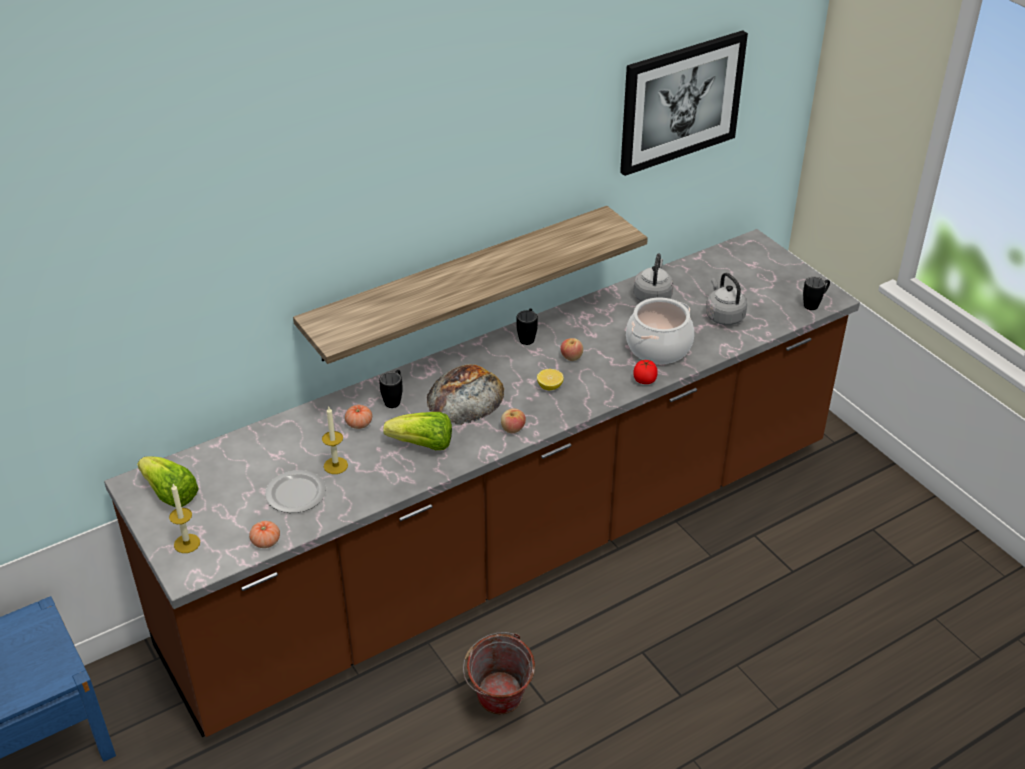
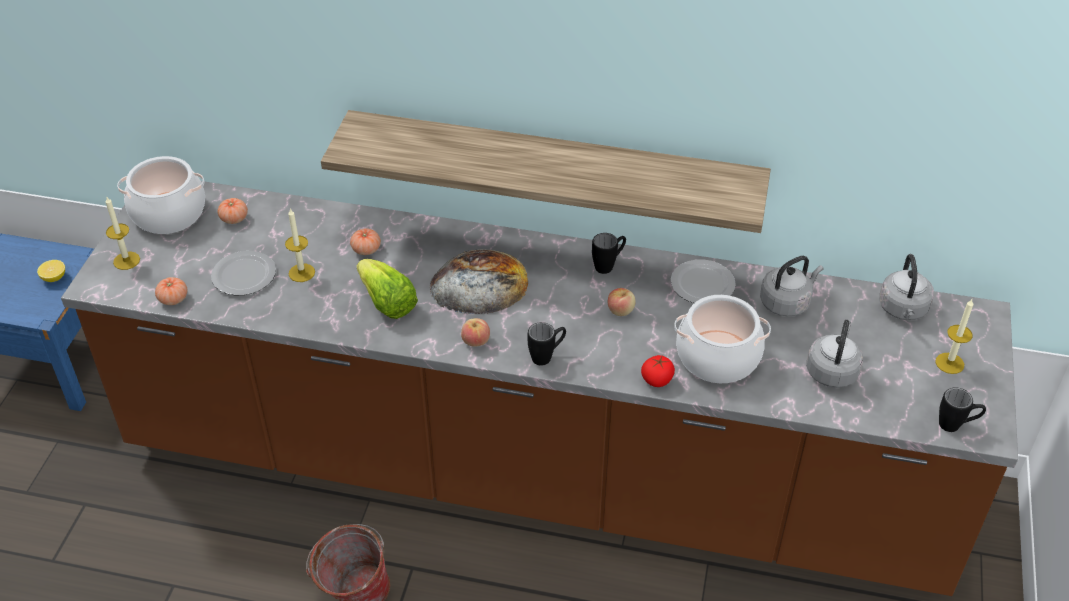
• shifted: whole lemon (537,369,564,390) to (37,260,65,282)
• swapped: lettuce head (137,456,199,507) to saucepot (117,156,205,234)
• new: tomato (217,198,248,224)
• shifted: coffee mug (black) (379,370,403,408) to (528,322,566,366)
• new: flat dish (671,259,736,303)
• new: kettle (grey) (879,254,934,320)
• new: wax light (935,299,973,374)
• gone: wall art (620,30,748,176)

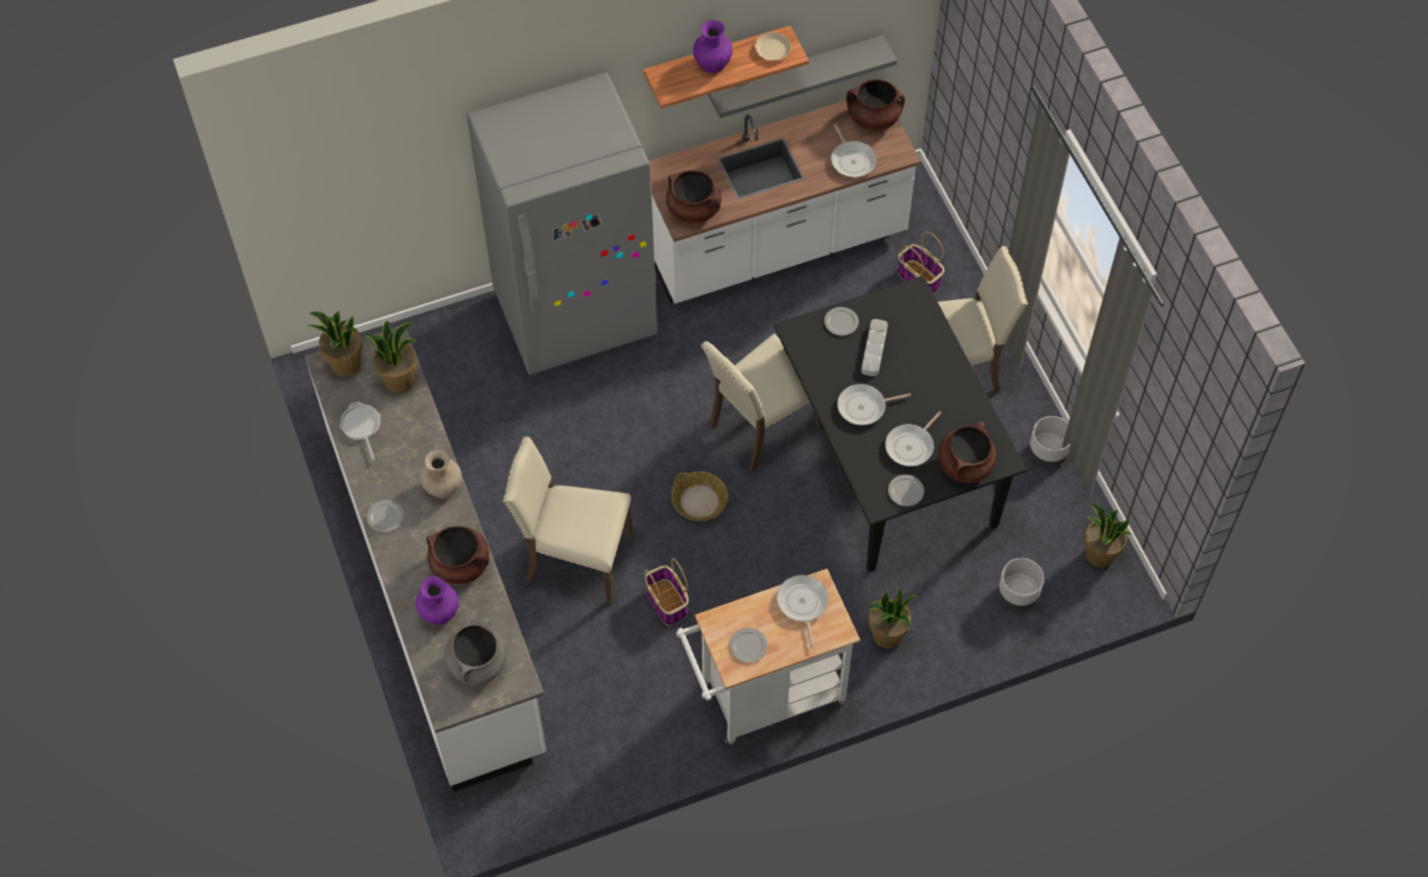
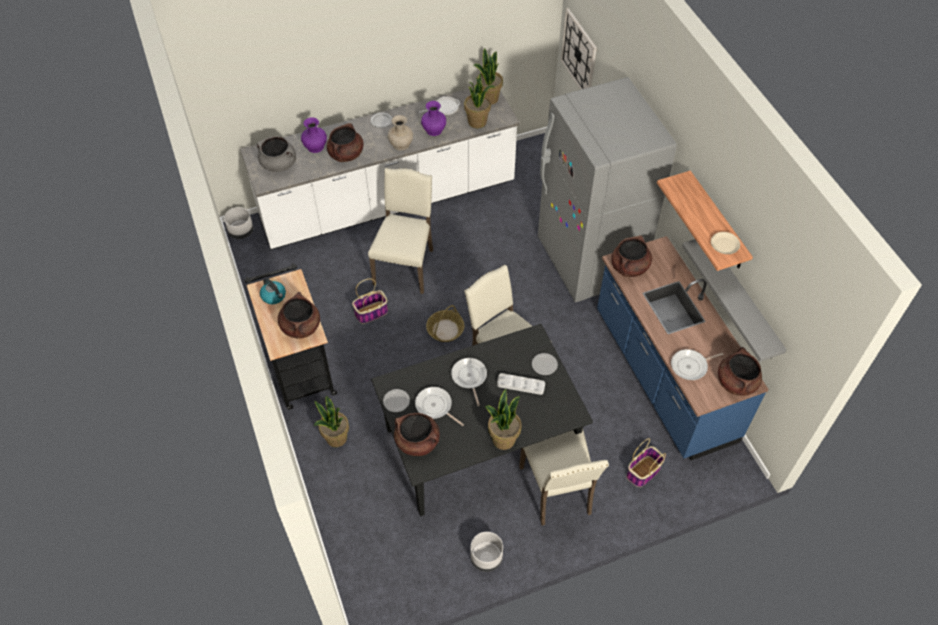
• shifted: planter (grey) (998,558,1044,610) to (224,207,254,239)
• repainted: wheeled cart (white-coloured) (676,569,860,744) to wheeled cart (black) (245,263,337,410)
• swapped: flat dish (729,628,768,663) to kettle (260,278,286,304)
• swapped: pan (777,575,828,649) to saucepot (brown-coloured) (278,292,320,339)
• shifted: decorative vase (purple) (693,20,733,73) to (421,101,446,136)
• shifted: houseplant (1084,504,1132,568) to (485,389,522,450)
• new: clock on the wall (561,8,597,90)
• repainted: counter (white-coloured) (649,100,921,304) to counter (blue) (597,236,769,461)

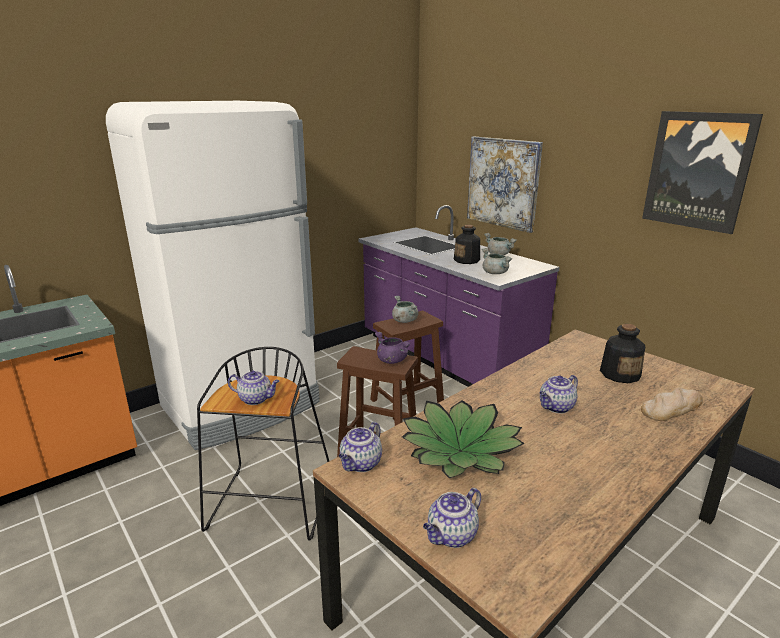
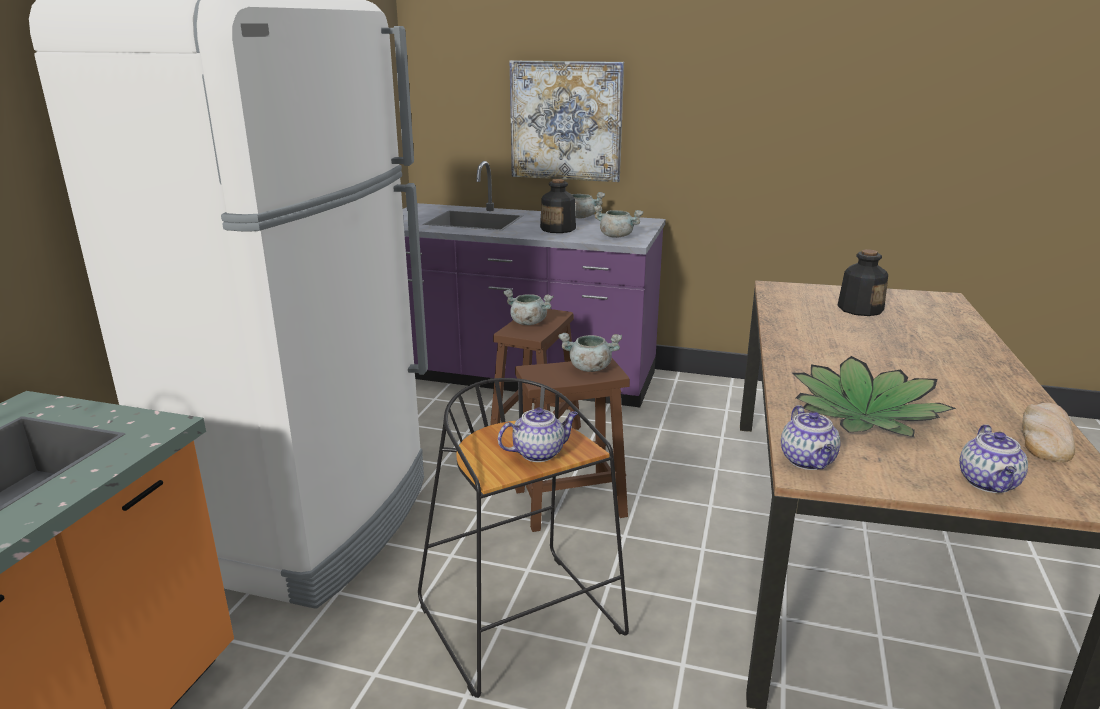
• repainted: saucepot (purple) (375,332,411,364) to saucepot (grey) (558,333,622,372)
• shifted: bread (641,387,703,421) to (1022,403,1075,462)
• gone: pot for tea (540,375,578,413)
• gone: wall art (642,111,763,234)

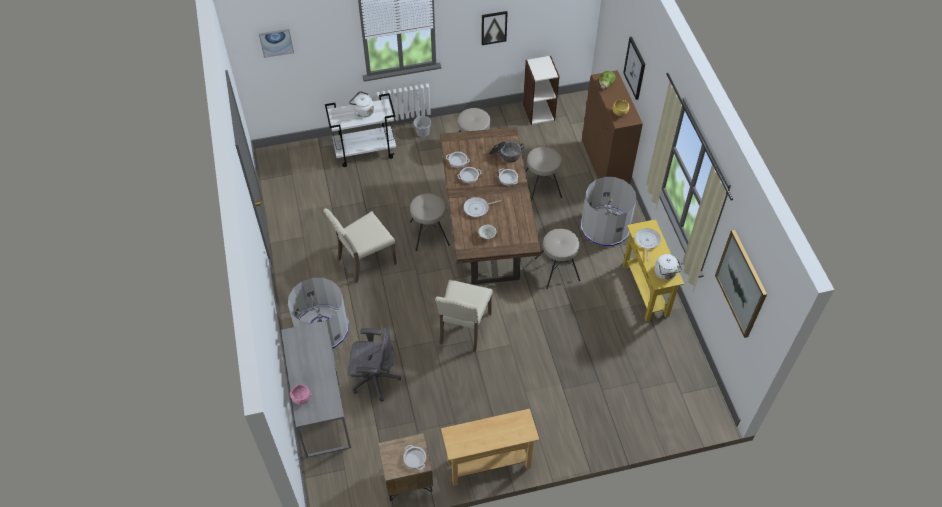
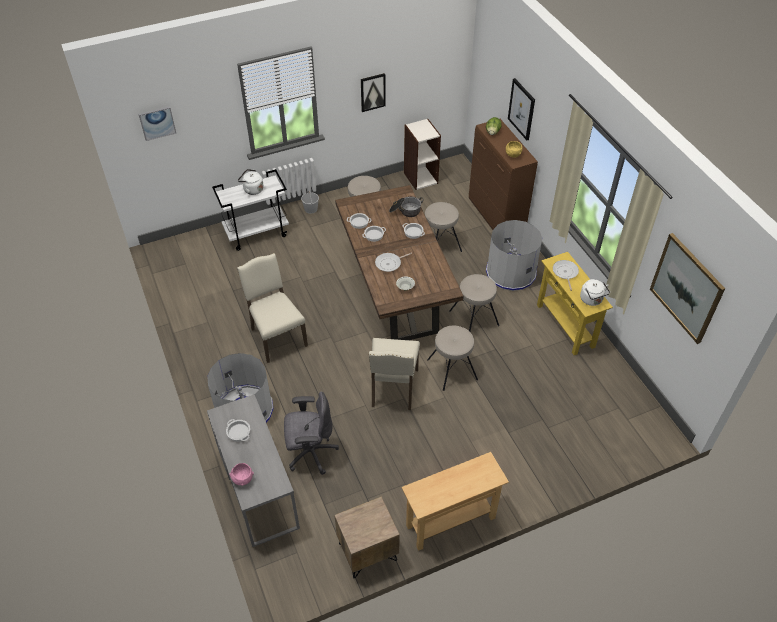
• shifted: saucepot (403,445,426,470) to (226,419,250,442)
• rotated: chair (beige) (323,208,397,283) = (237,253,308,363) 105 degrees clockwise
• shifted: stool (beige) (410,193,450,251) to (427,326,478,391)

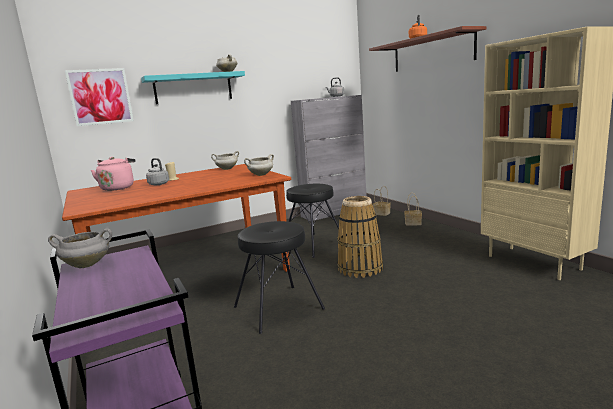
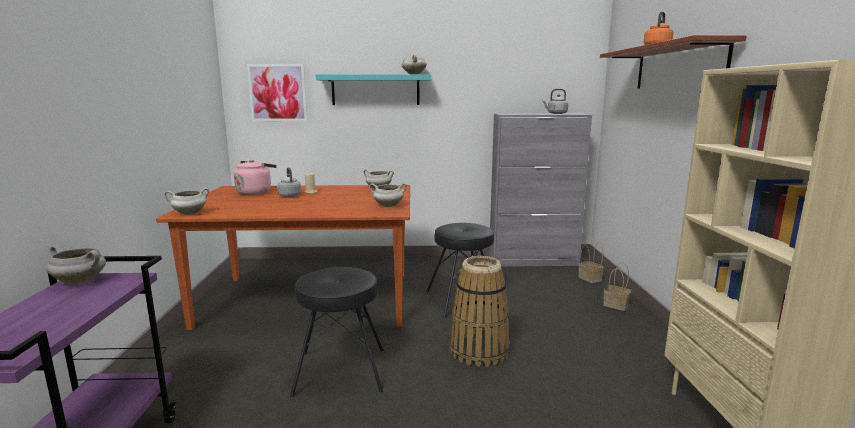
• new: saucepot (white-coloured) (164,188,209,215)

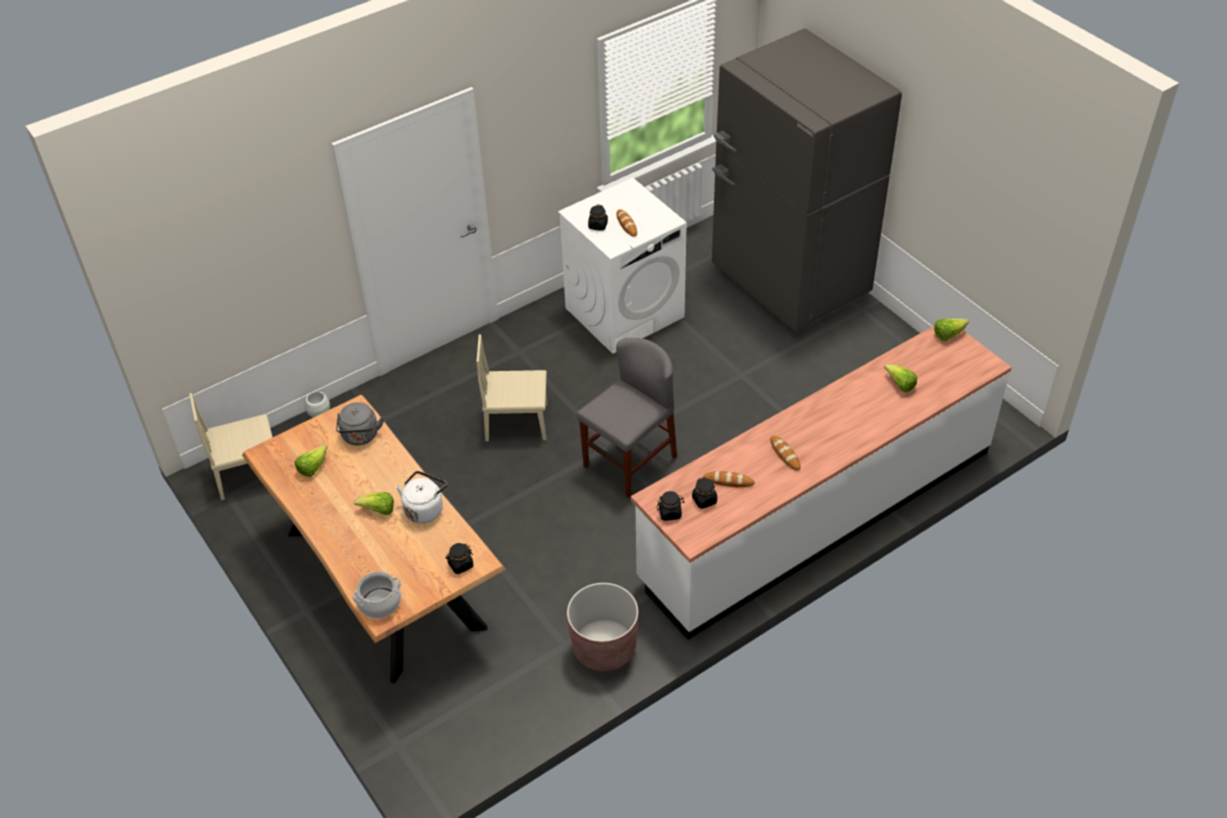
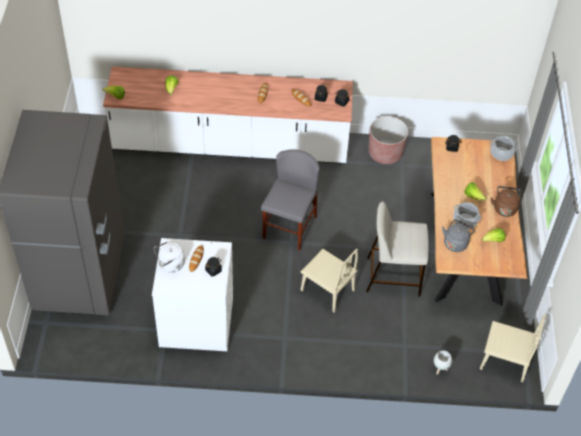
• shifted: kettle (white-coloured) (396,471,447,524) to (153,242,185,273)
• rotated: chair (grey) (577,338,677,498) = (261,149,320,250) 120 degrees clockwise
• new: stool (beige) (366,201,429,296)
• new: saucepot (453,202,481,229)
• new: kettle (brown-coloured) (491,186,521,217)

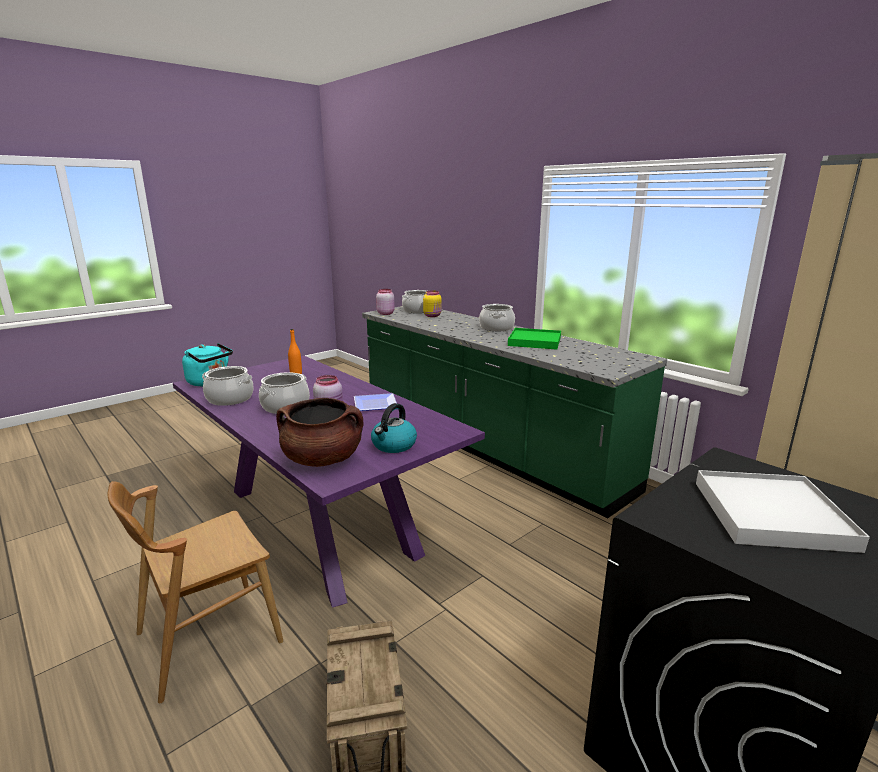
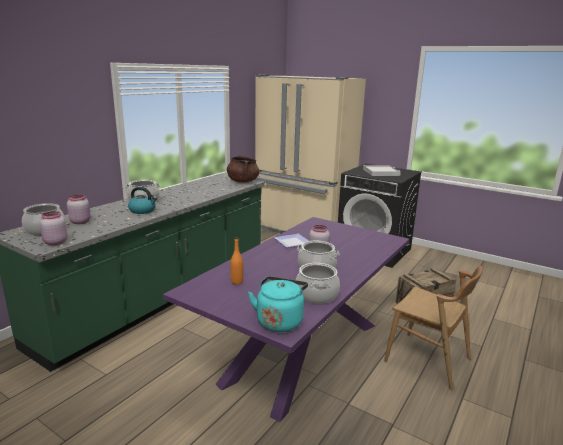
• repainted: storage jar (yellow-coloured) (423,291,441,317) to storage jar (pink-coloured) (67,194,91,224)
• shifted: kettle (371,403,417,453) to (128,187,157,214)
• shifted: saucepot (brown-coloured) (276,398,363,467) to (227,155,259,183)
• gone: tray (green) (508,328,561,349)

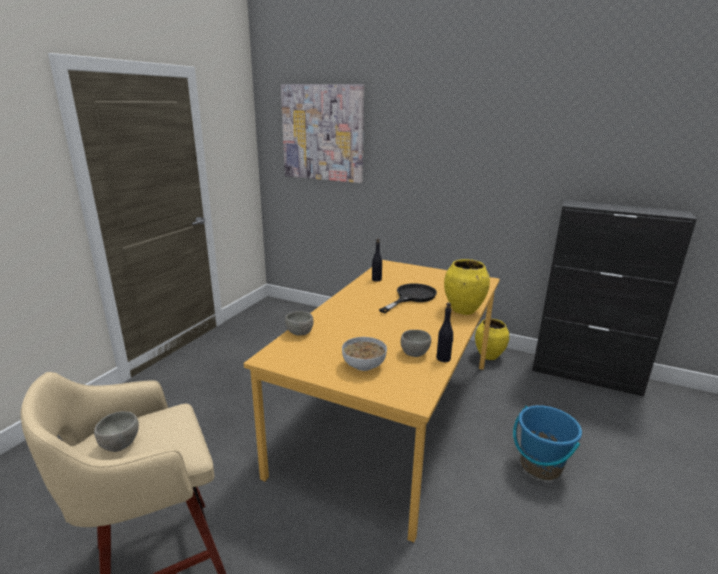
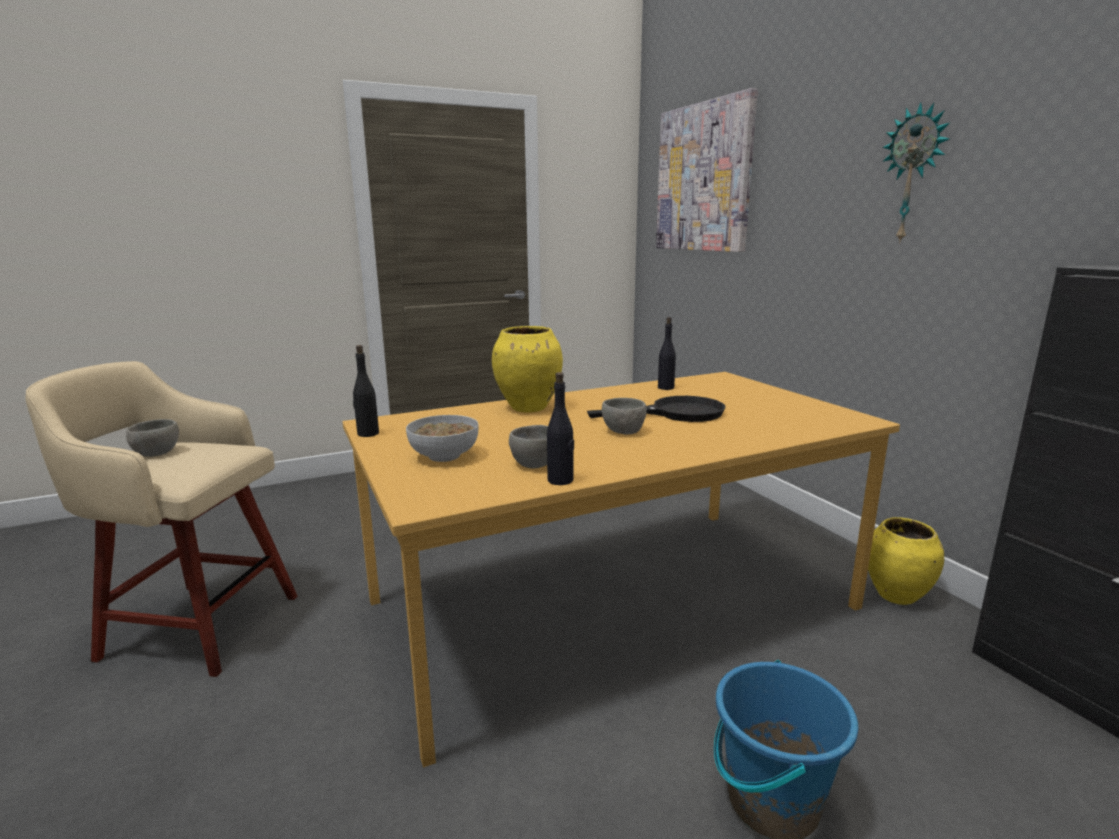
• new: bottle (black) (353,345,379,437)
• shifted: decorative vase (yellow-coloured) (444,259,490,315) to (492,326,563,413)
• shifted: deep dish (grey) (285,311,314,336) to (602,398,647,434)
• new: clock on the wall (882,102,950,243)

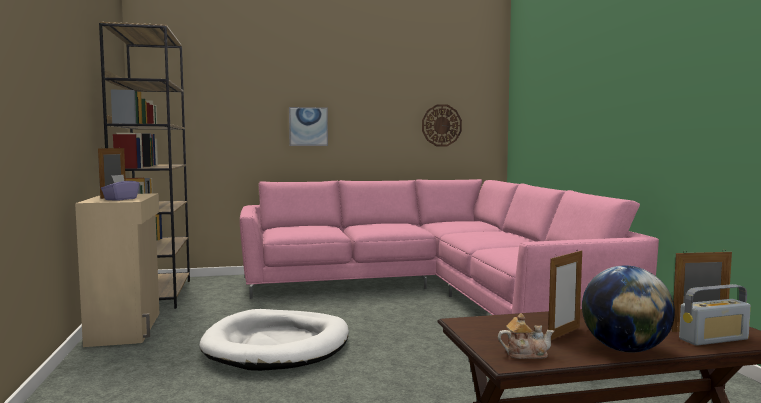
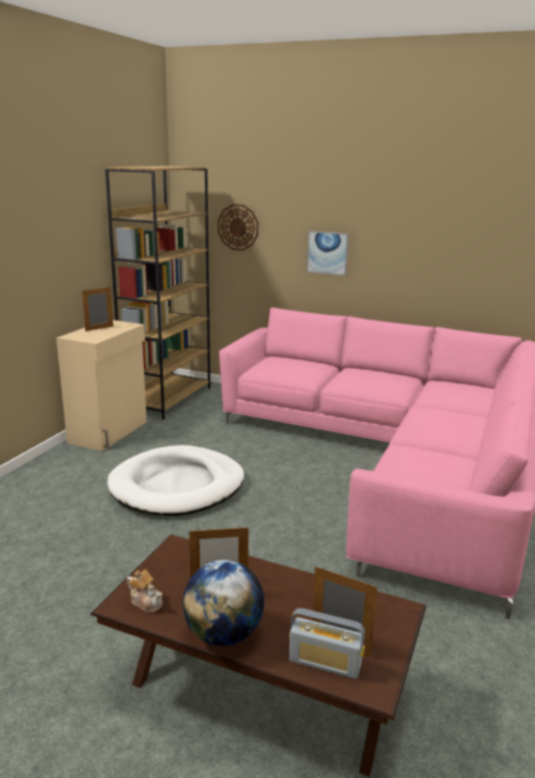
• shifted: clock on the wall (422,104,462,146) to (218,204,259,251)
• gone: tissue box (purple) (101,175,139,201)

